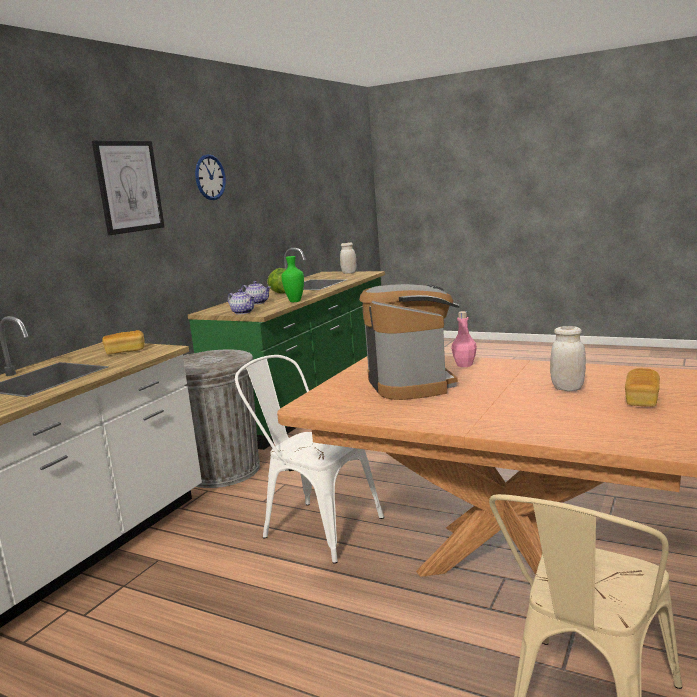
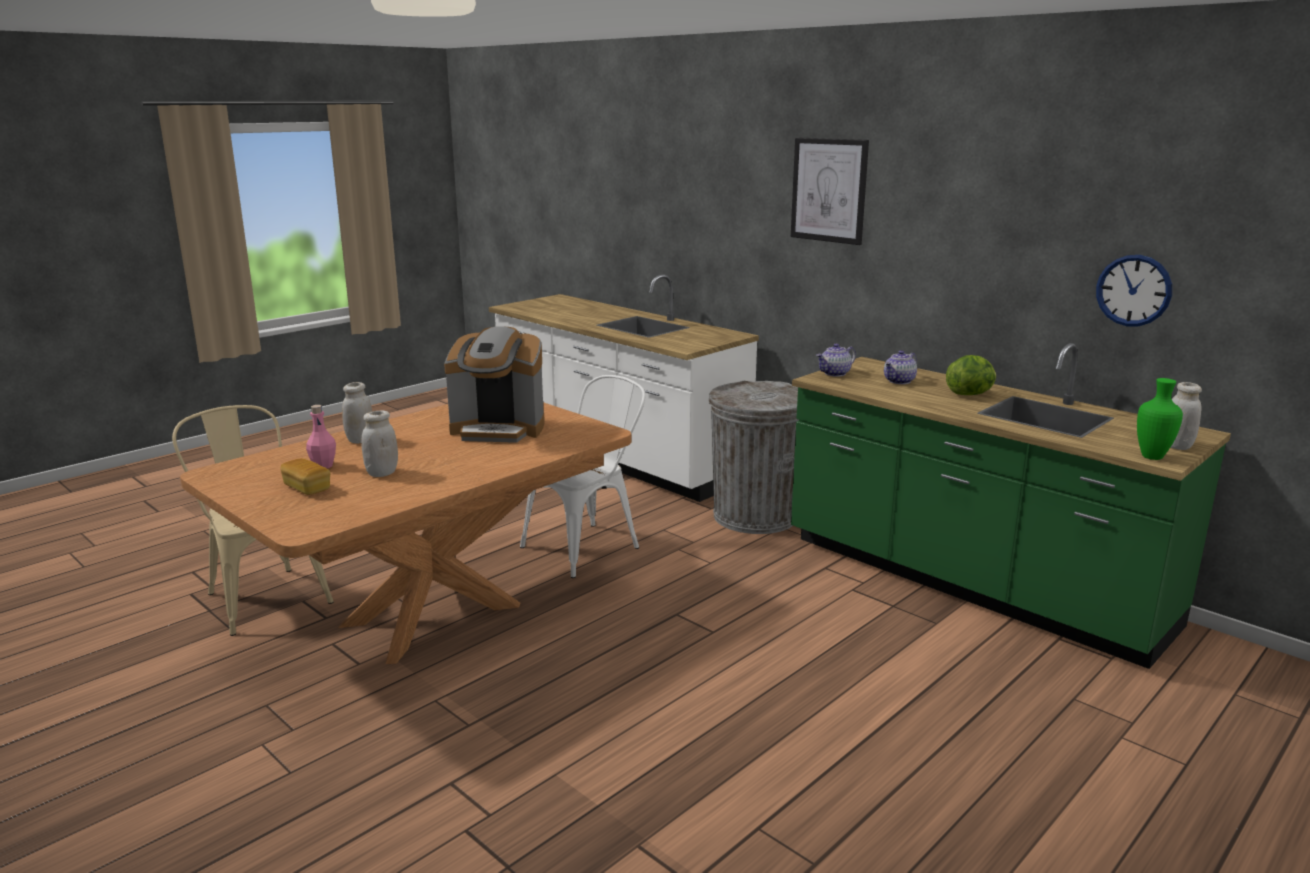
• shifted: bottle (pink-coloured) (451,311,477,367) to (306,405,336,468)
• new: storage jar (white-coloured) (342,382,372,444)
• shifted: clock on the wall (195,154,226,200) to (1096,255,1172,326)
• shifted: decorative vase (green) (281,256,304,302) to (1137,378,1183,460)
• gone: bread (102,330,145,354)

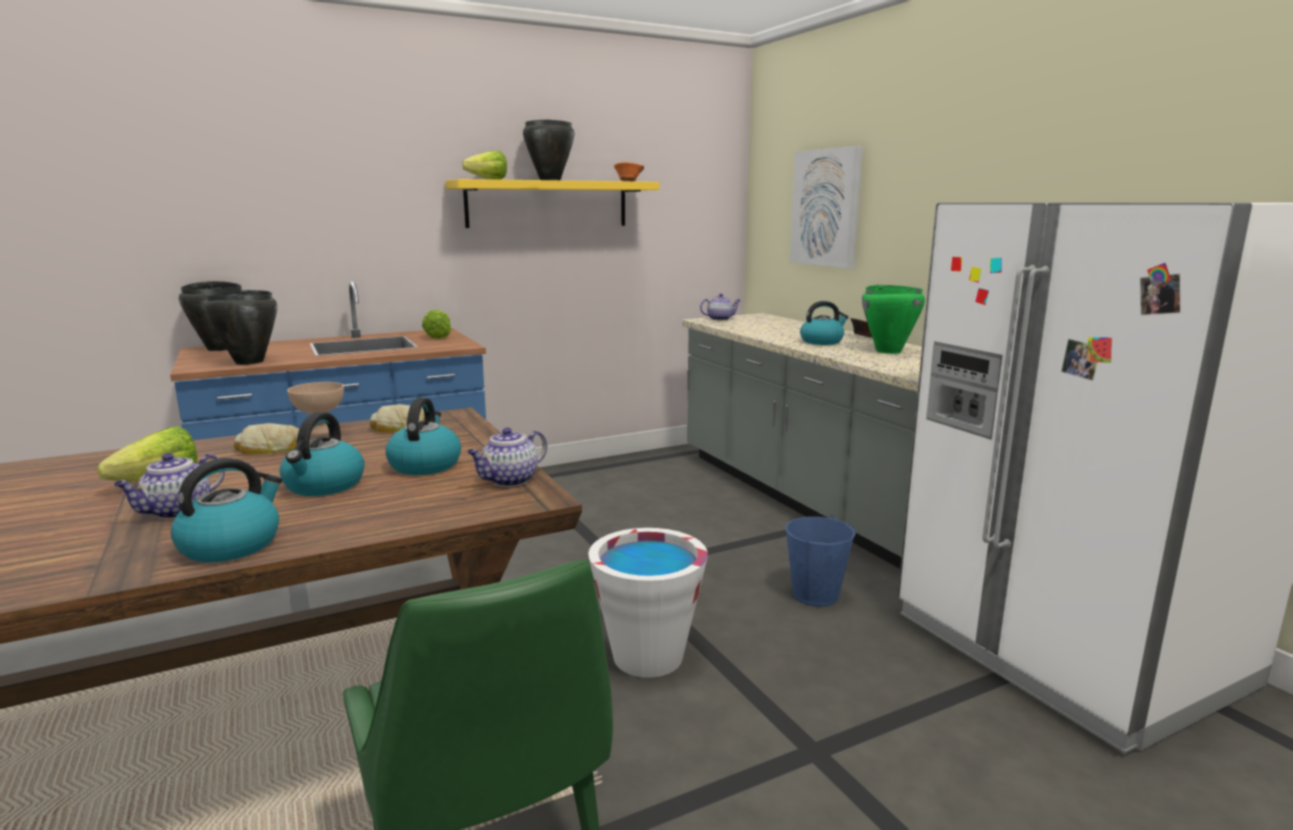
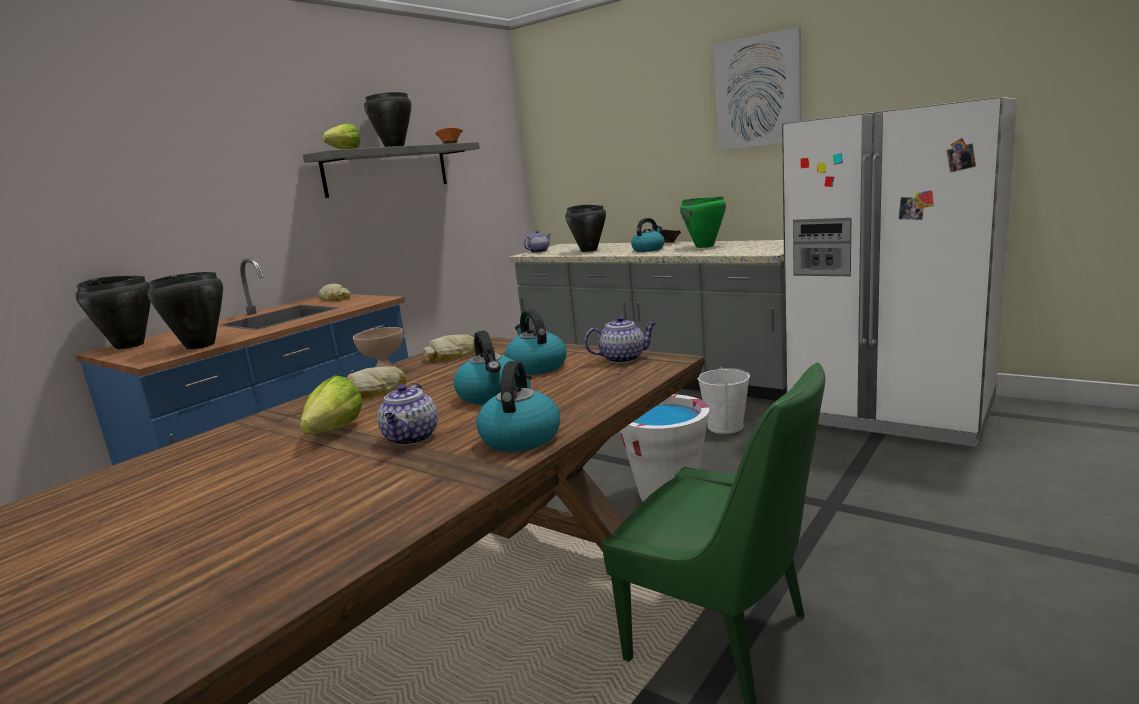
• repainted: bracket shelf (yellow-coloured) (445,179,660,228) to bracket shelf (grey) (303,142,480,198)
• swapped: lettuce head (422,309,451,339) to bread (319,284,351,301)
• new: saucepot (black) (565,205,606,252)
• rotated: pot for tea (467,428,547,487) = (584,316,656,363) 120 degrees counterclockwise
• repainted: pail (blue) (786,515,856,607) to pail (white-coloured) (698,367,750,434)
• shifted: wall art (790,146,863,269) to (714,27,802,150)

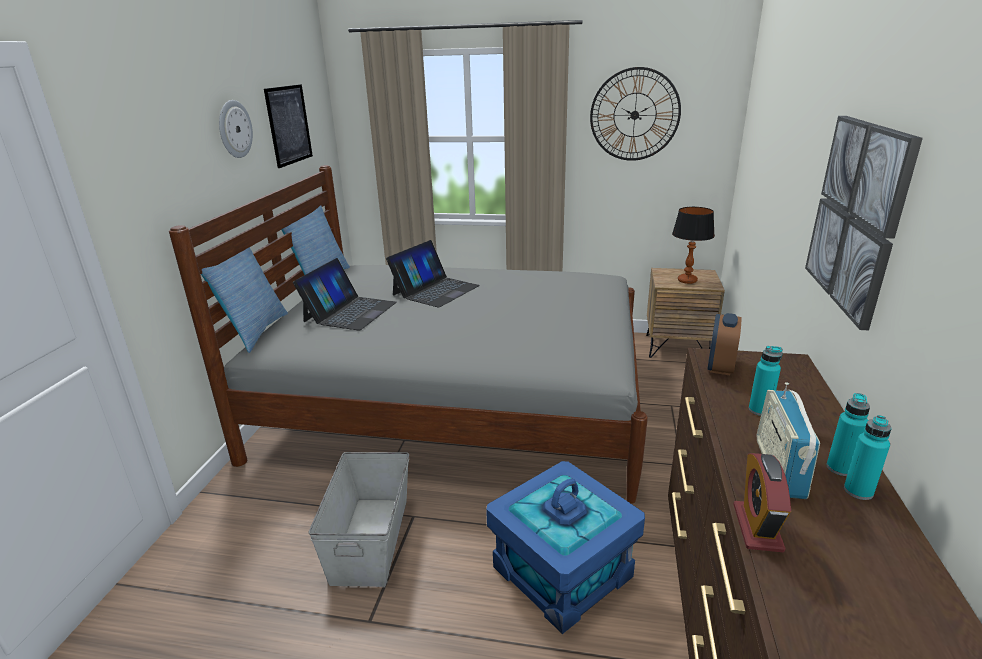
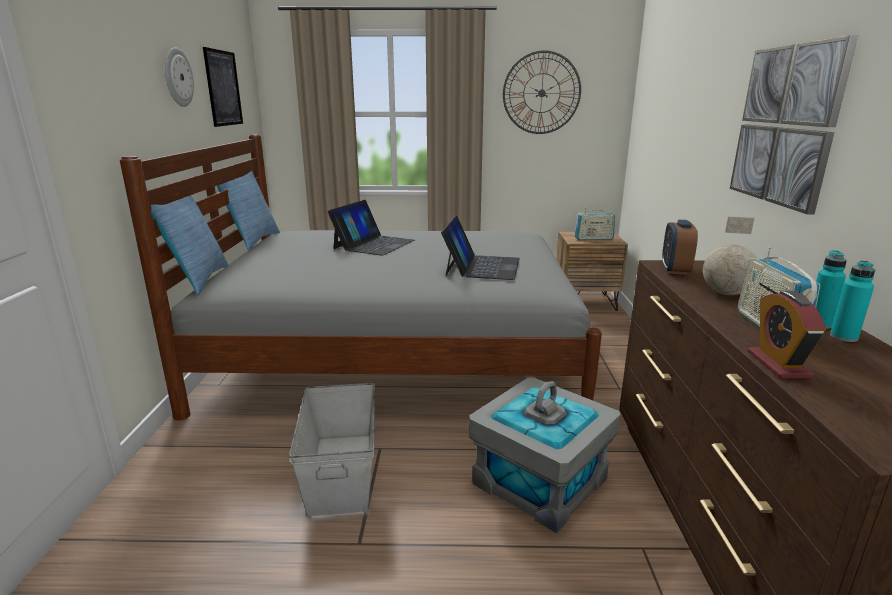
• shifted: notebook computer (293,258,397,331) to (441,215,520,280)
• repainted: storage box (blue) (486,461,645,634) to storage box (grey) (469,377,621,533)
• swapped: tabletop lamp (672,207,715,284) to radio receiver (574,208,615,240)
• swapped: bottle (turquoise-coloured) (749,346,783,416) to globe (703,217,757,295)

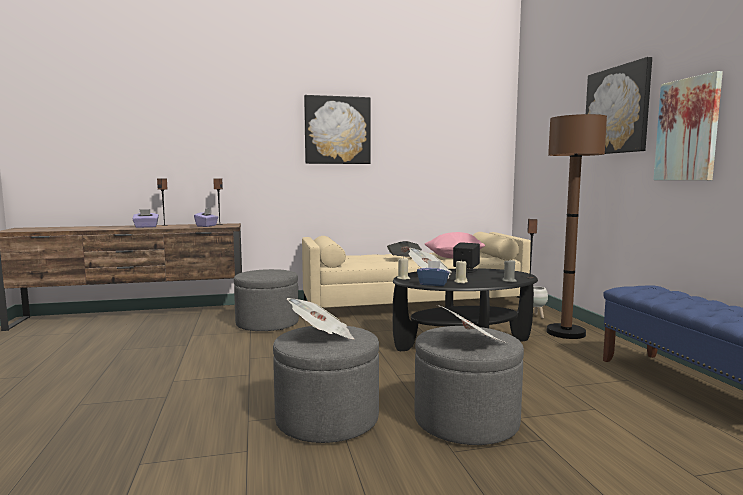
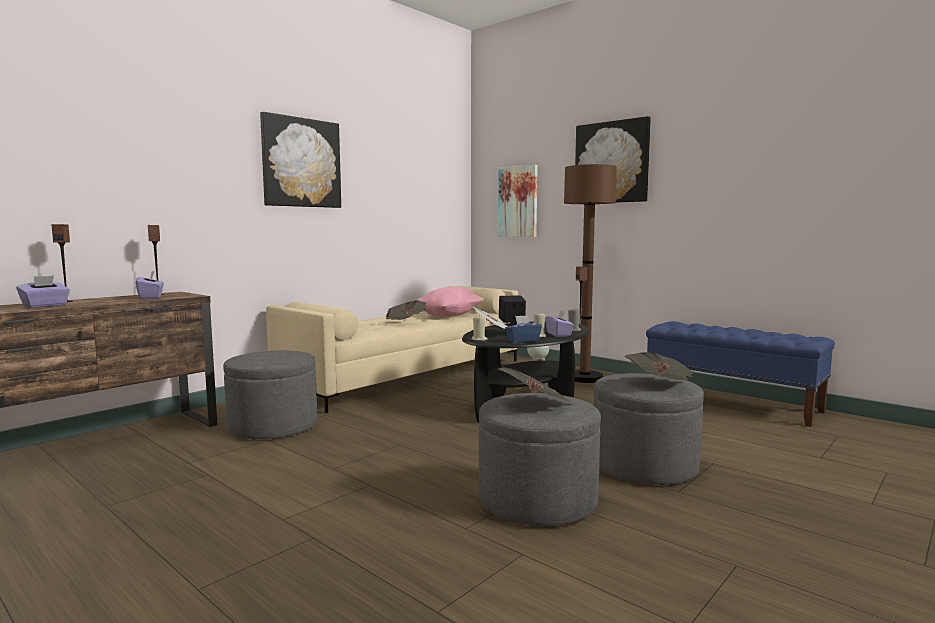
• shifted: wall art (653,71,723,180) to (498,165,538,237)
• new: tissue box (purple) (545,311,574,337)

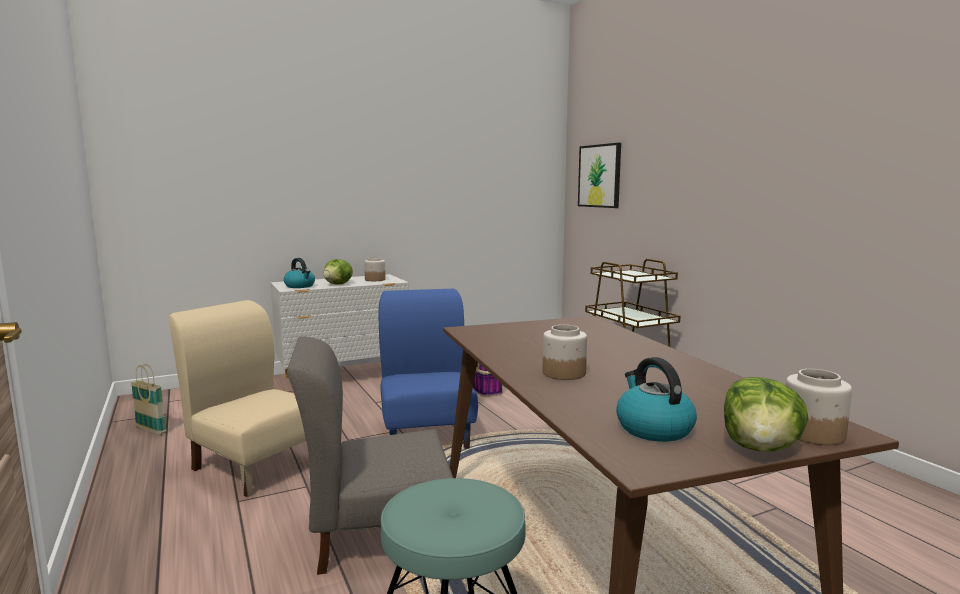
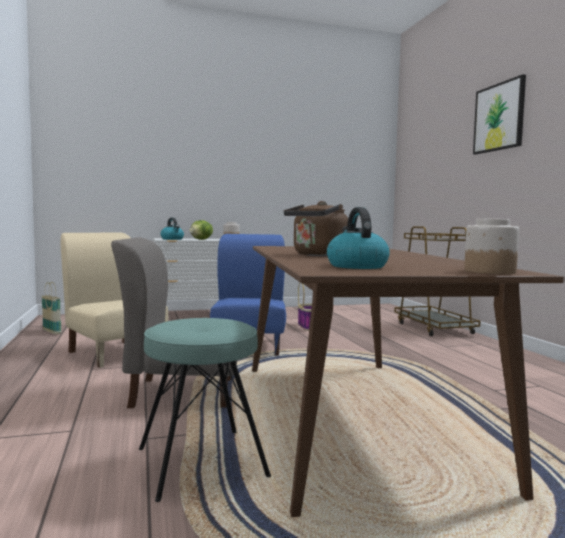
• swapped: storage jar (543,325,587,380) to kettle (brown-coloured) (284,201,348,256)
• shifted: wall art (578,143,621,208) to (473,74,526,154)
• gone: lettuce head (724,377,808,451)

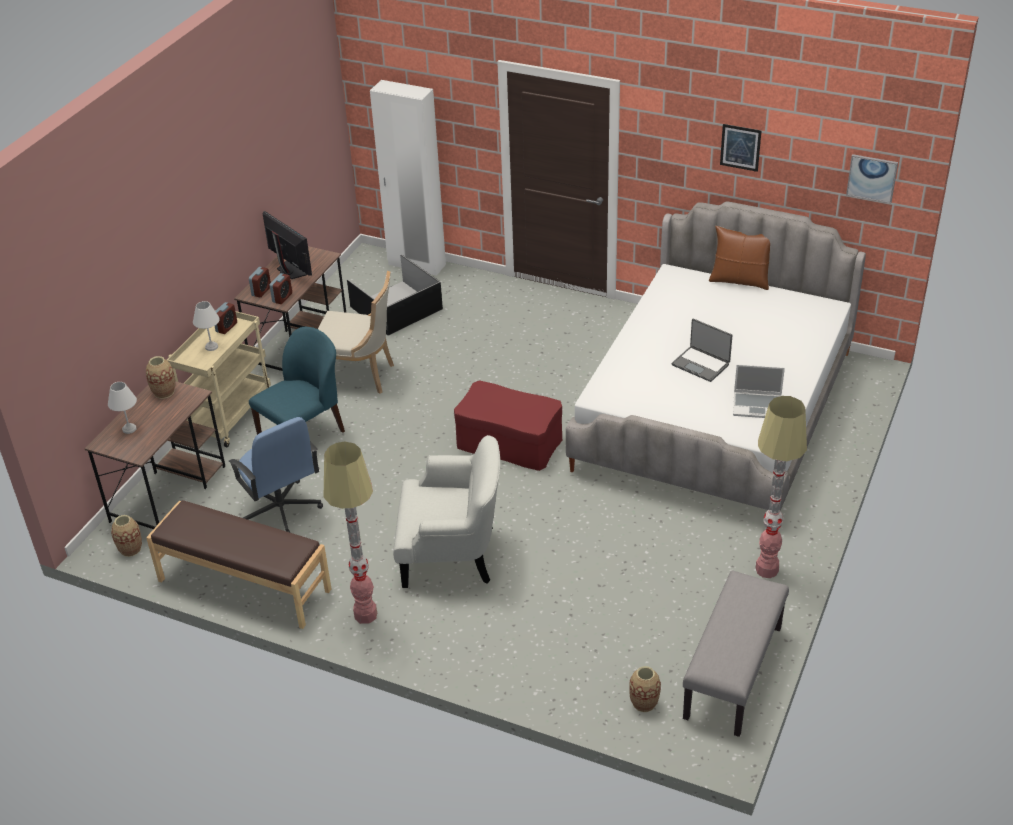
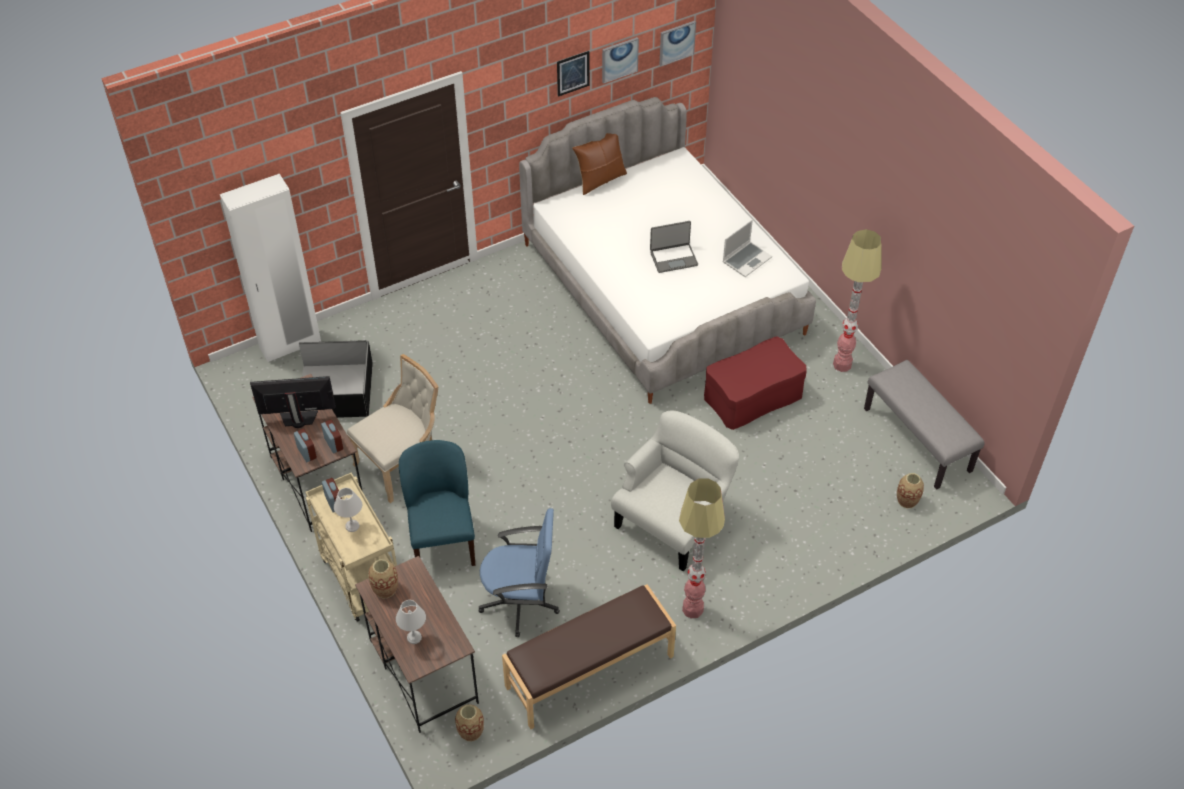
• new: wall art (602,37,639,84)
• shifted: footrest (reddish) (454,380,562,471) to (704,336,807,430)

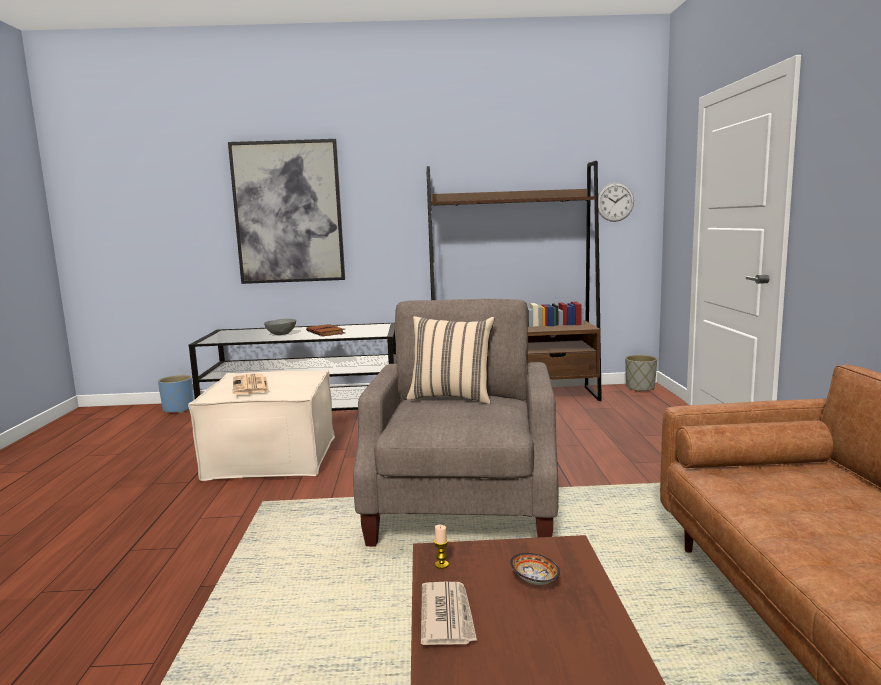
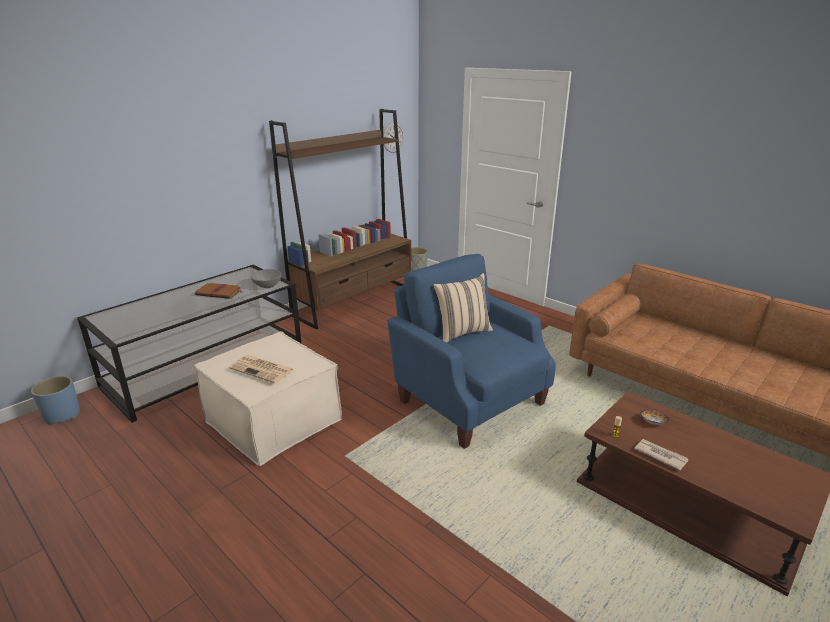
• shifted: deep dish (grey) (264,319,296,335) to (251,269,281,288)
• repainted: easy chair (beige) (353,299,558,547) to easy chair (blue) (388,254,556,449)
• gone: wall art (228,139,345,284)

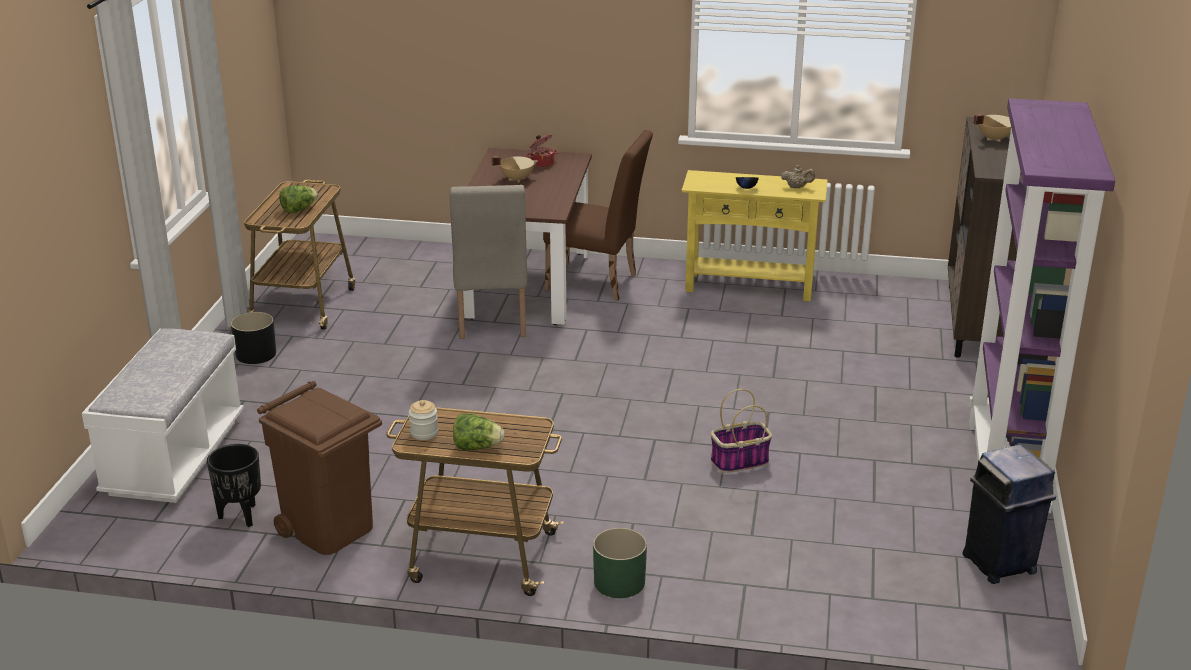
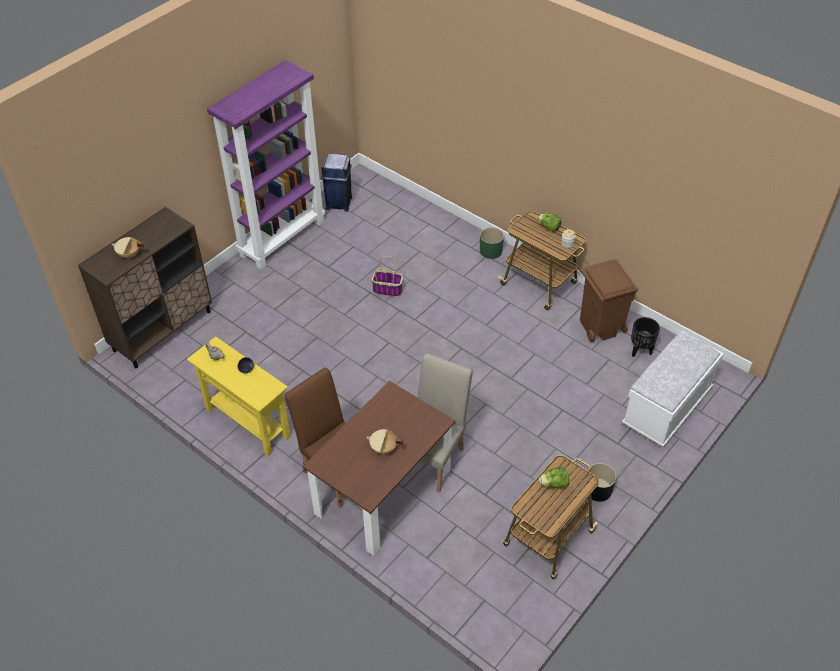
• gone: saucepot (526,134,558,168)

